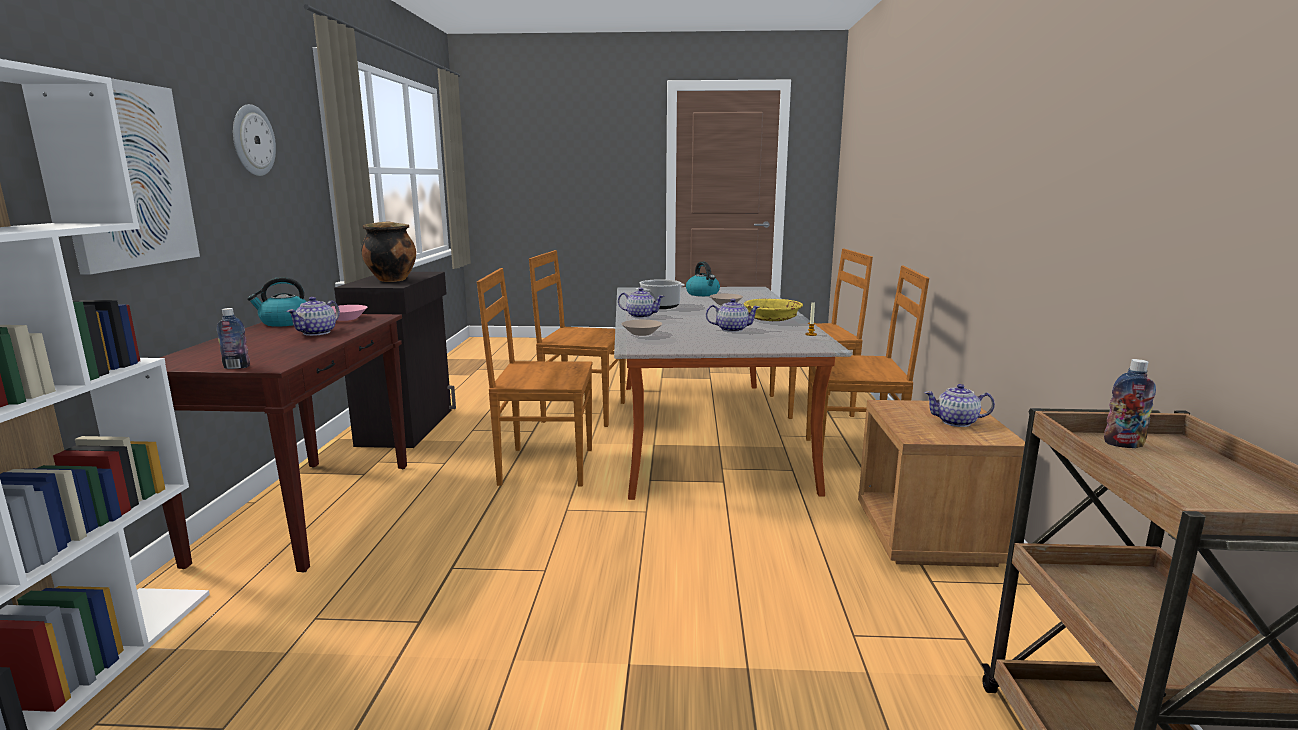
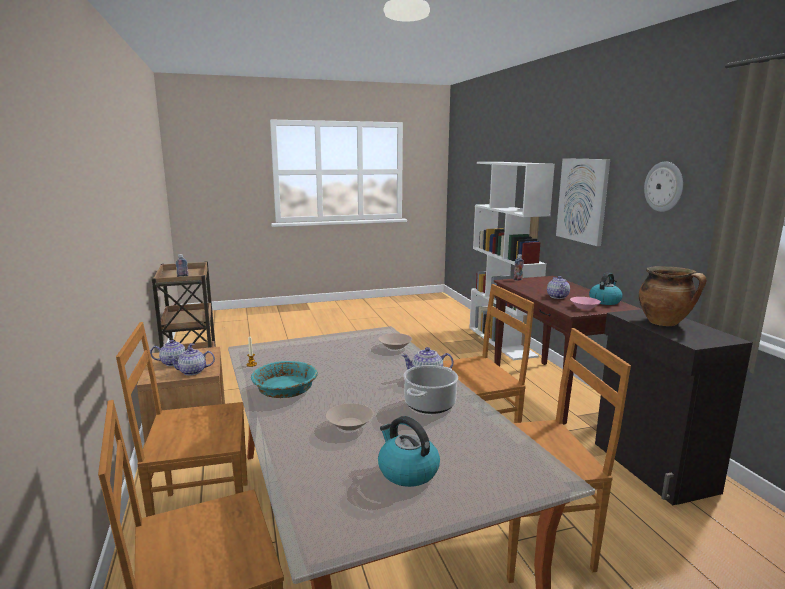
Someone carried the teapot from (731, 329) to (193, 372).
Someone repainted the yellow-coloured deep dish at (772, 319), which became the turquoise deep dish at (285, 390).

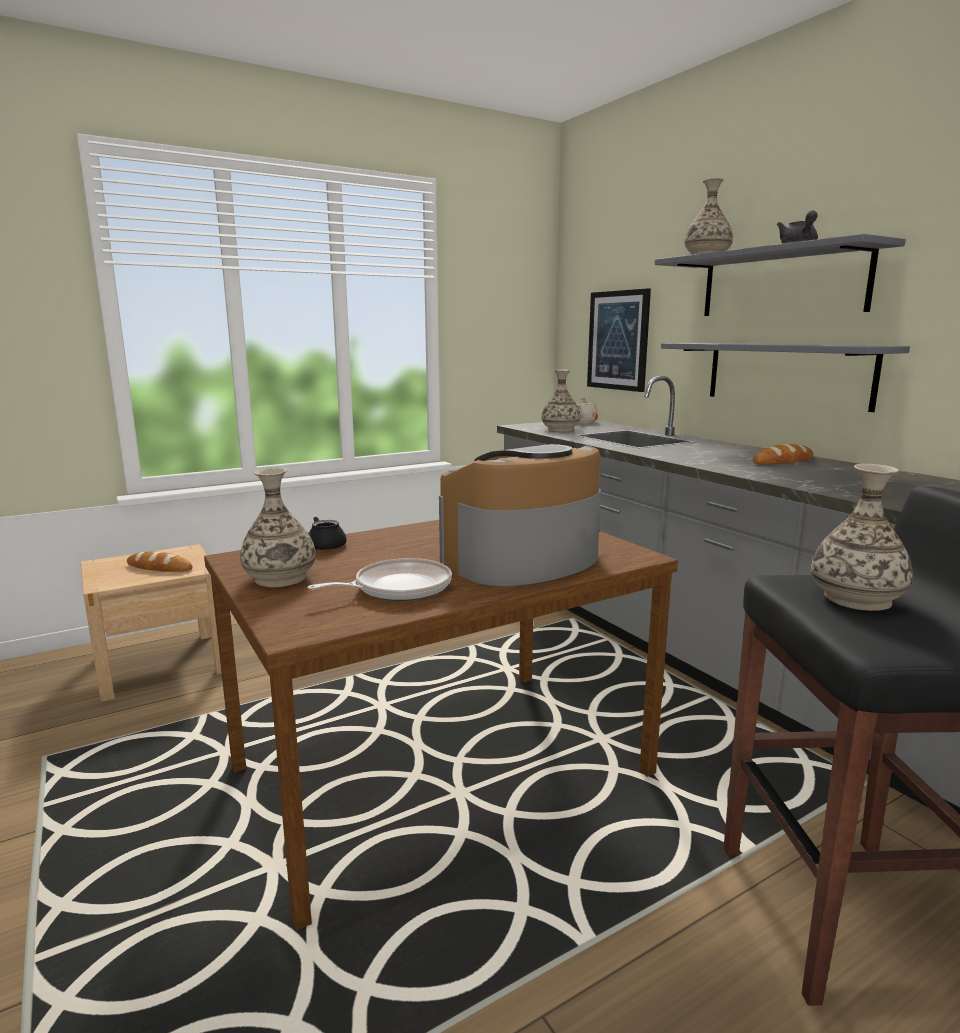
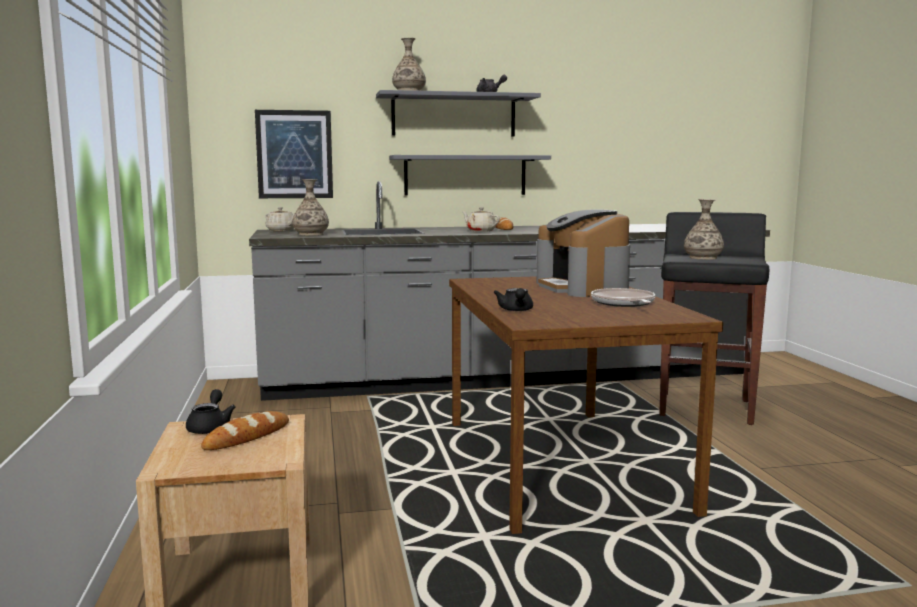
Someone took away the vase at (280, 578).
Someone put down the blackish teapot at (210, 427).
Someone put down the beige-coloured teapot at (480, 231).

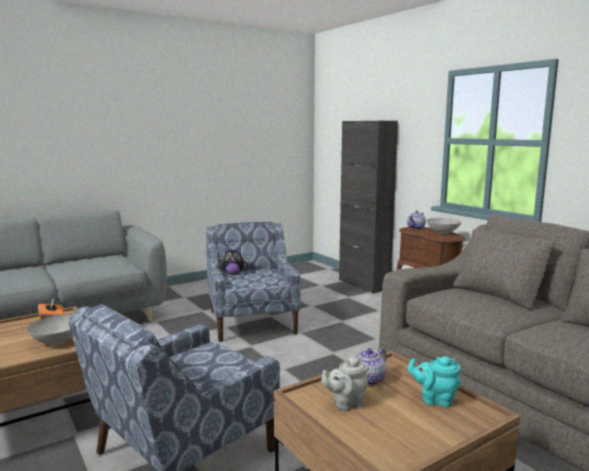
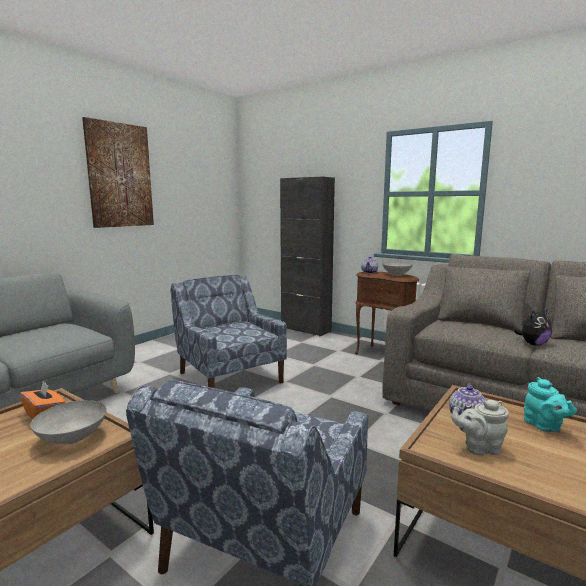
Someone put up the wall art at (120, 175).
Someone carried the plush toy from (233, 273) to (533, 344).
Someone rotated the gray teapot at (346, 403) by 45 degrees clockwise.
Someone rotated the turquoise teapot at (435, 399) by 105 degrees counterclockwise.

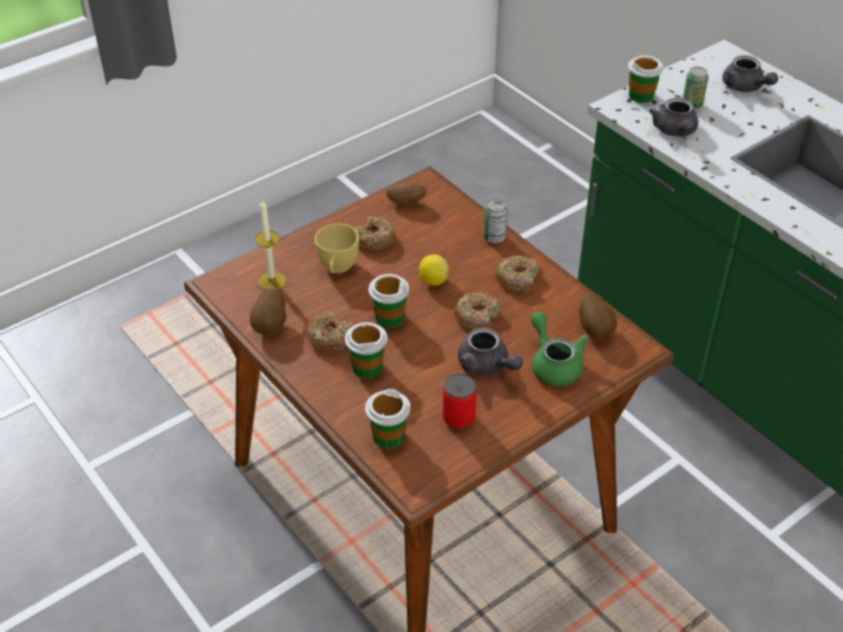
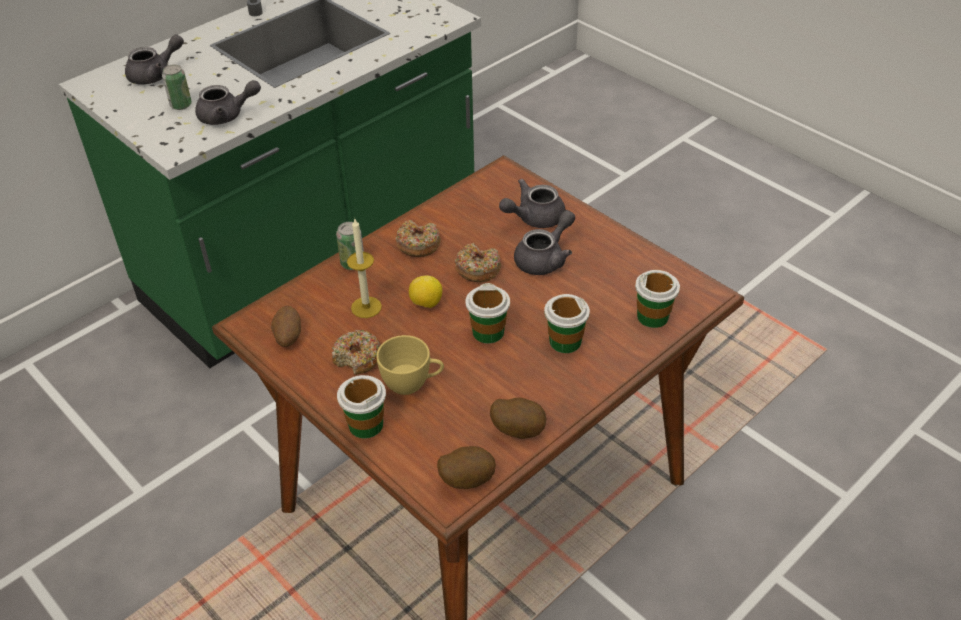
Someone took away the ring doughnut at (329, 338).
Someone took away the sealed can at (458, 418).
Someone carried the wax candle from (272, 281) to (366, 307).
Someone carried the spud from (596, 330) to (466, 480).
Someone carried the small cup from (641, 95) to (365, 424).
Someone repainted the green teapot at (554, 364), which became the gray teapot at (533, 218).

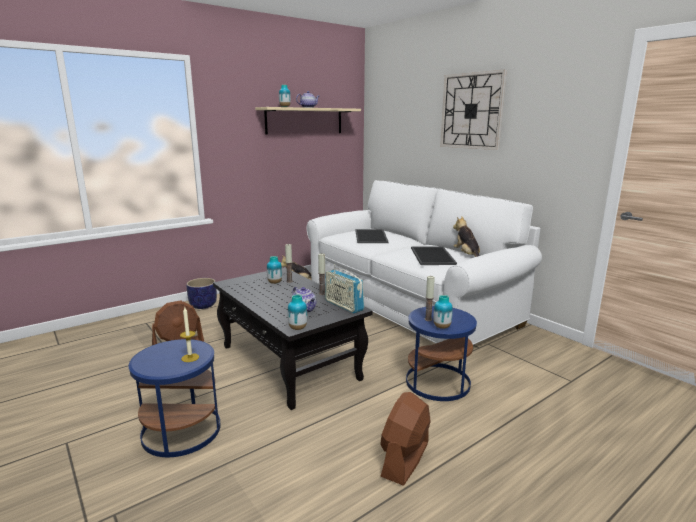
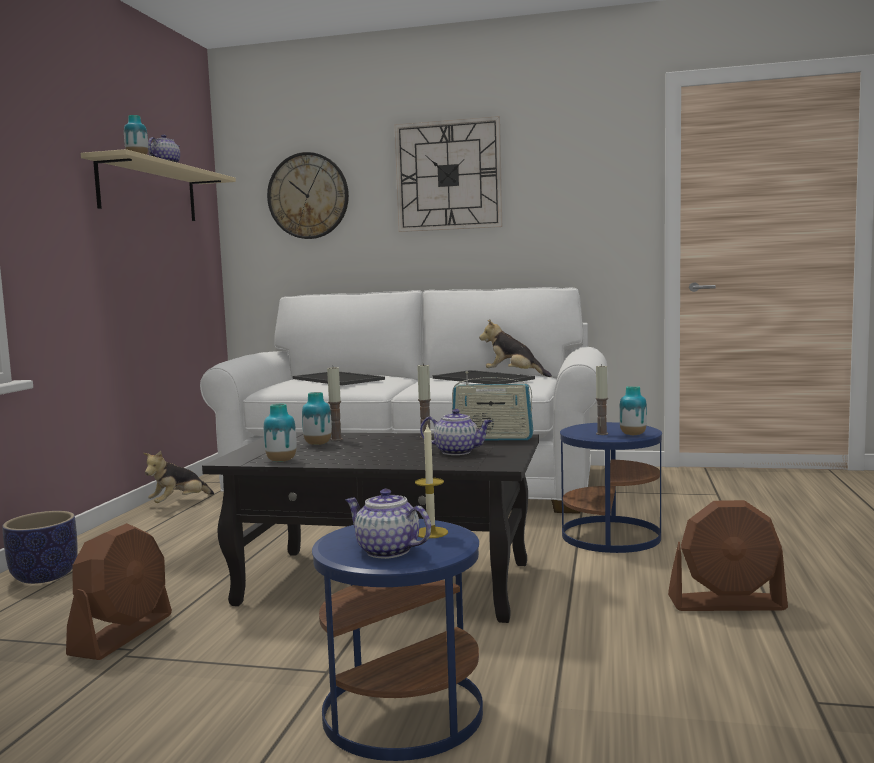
Someone put up the clock on the wall at (308, 196).
Someone put down the teapot at (386, 551).
Someone carried the vase from (297, 328) to (281, 461).
Someone rotated the brown fan at (405, 459) by 75 degrees counterclockwise.

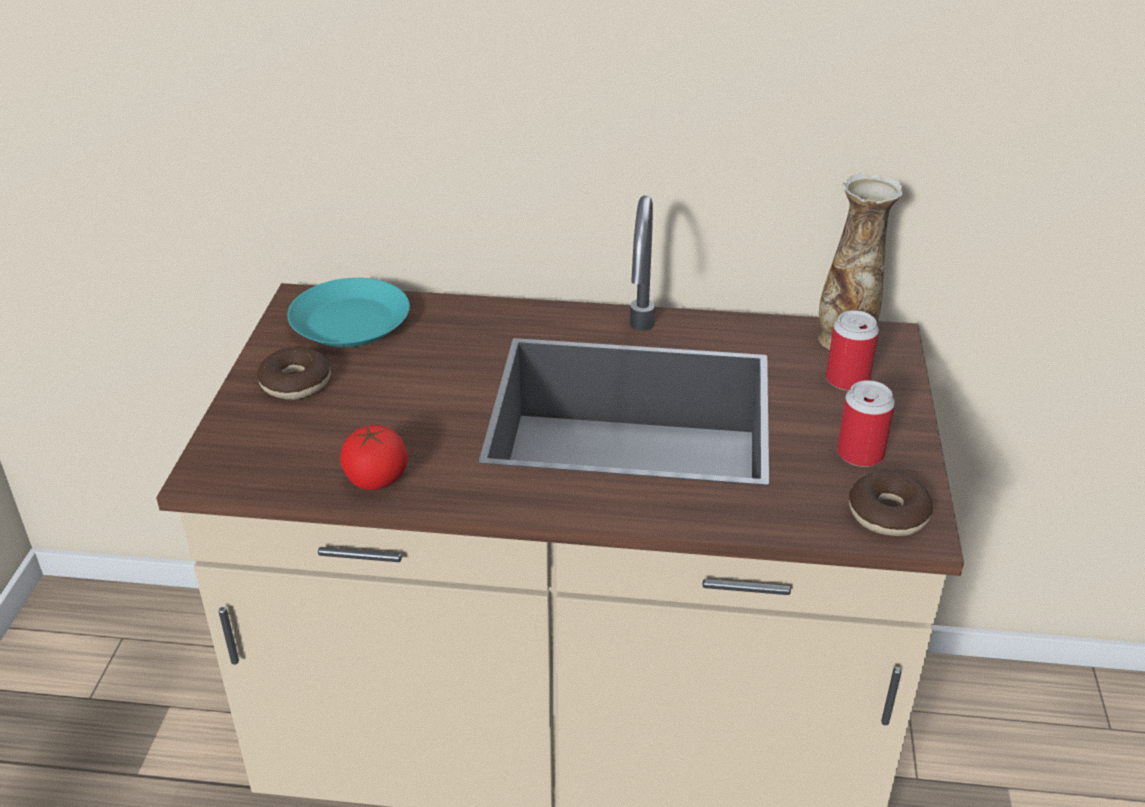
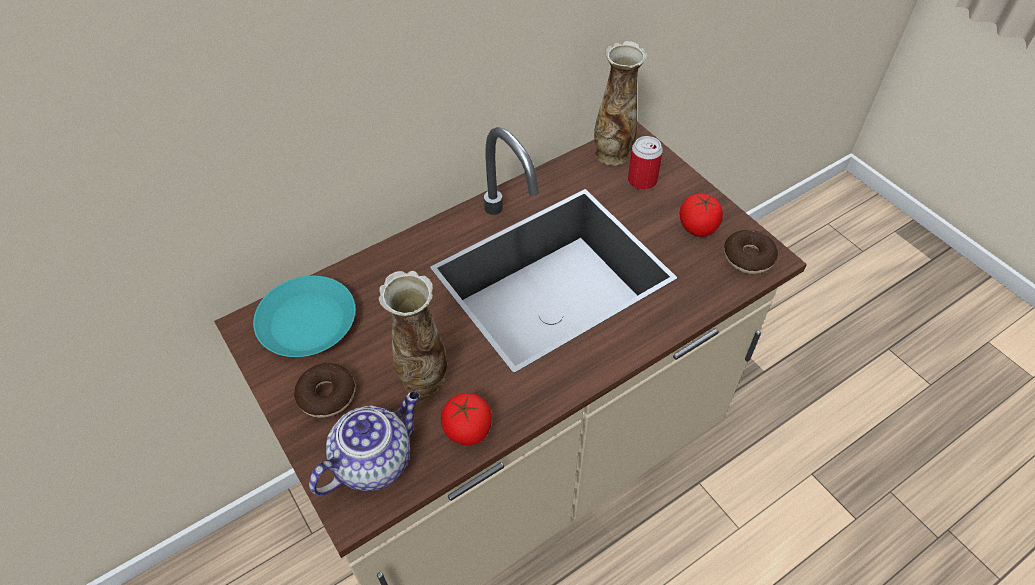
Someone put down the teapot at (374, 460).
Someone put down the vase at (423, 379).
Someone swapped the sealed can at (860, 454) for the fresh tomato at (697, 227).

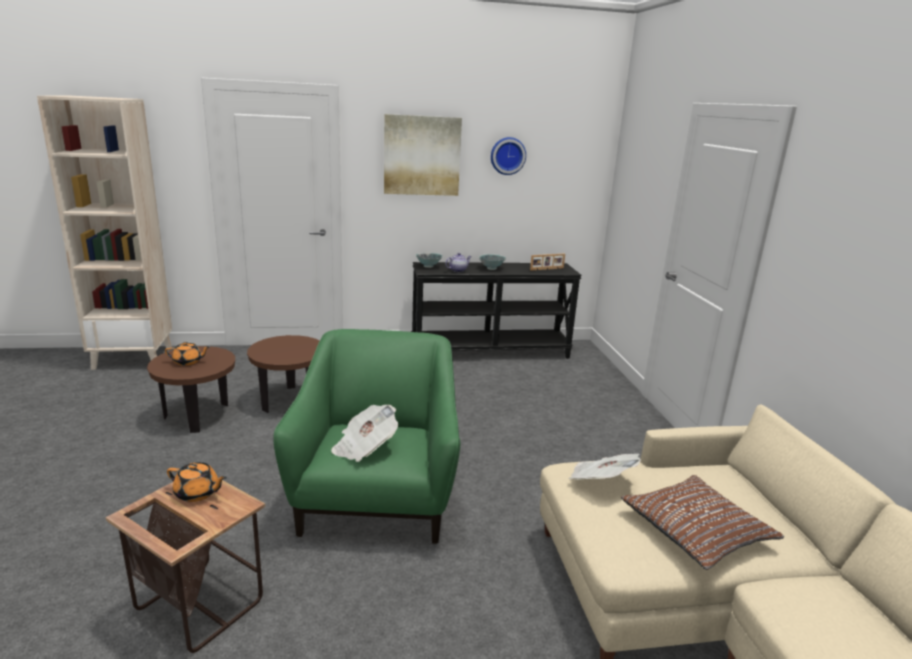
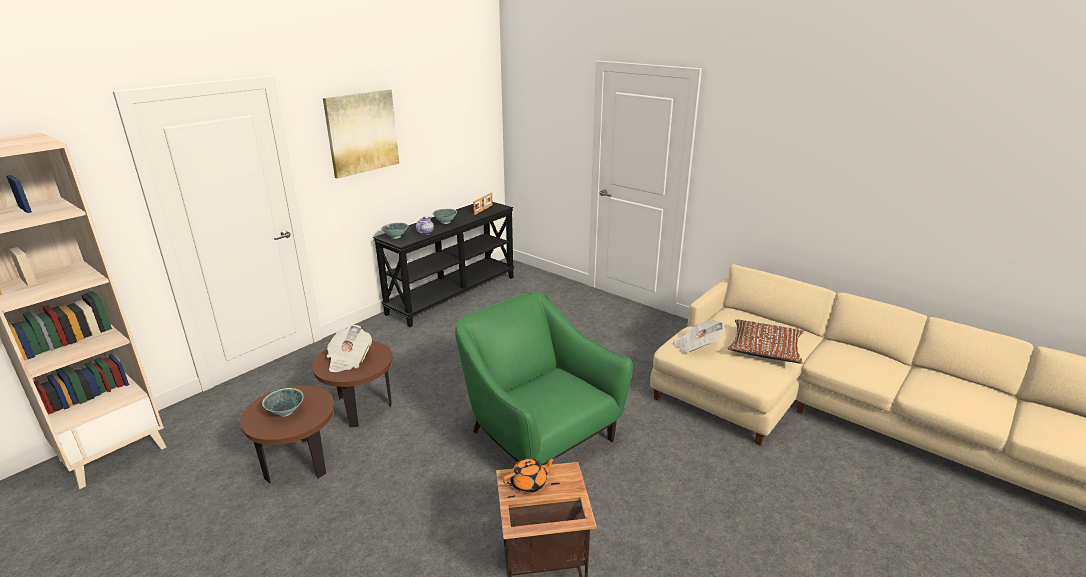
Someone took away the clock on the wall at (507, 155).
Someone carried the newspaper from (364, 447) to (349, 360).
Someone swapped the orange-coloured teapot at (188, 362) for the deep dish at (285, 412).

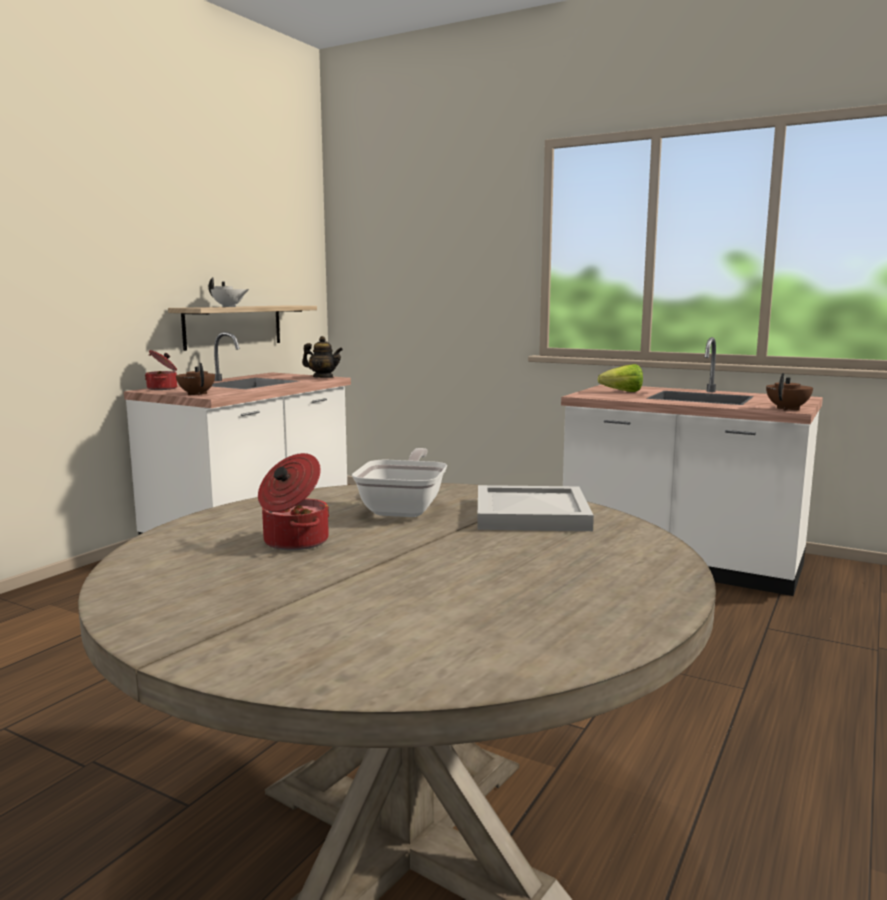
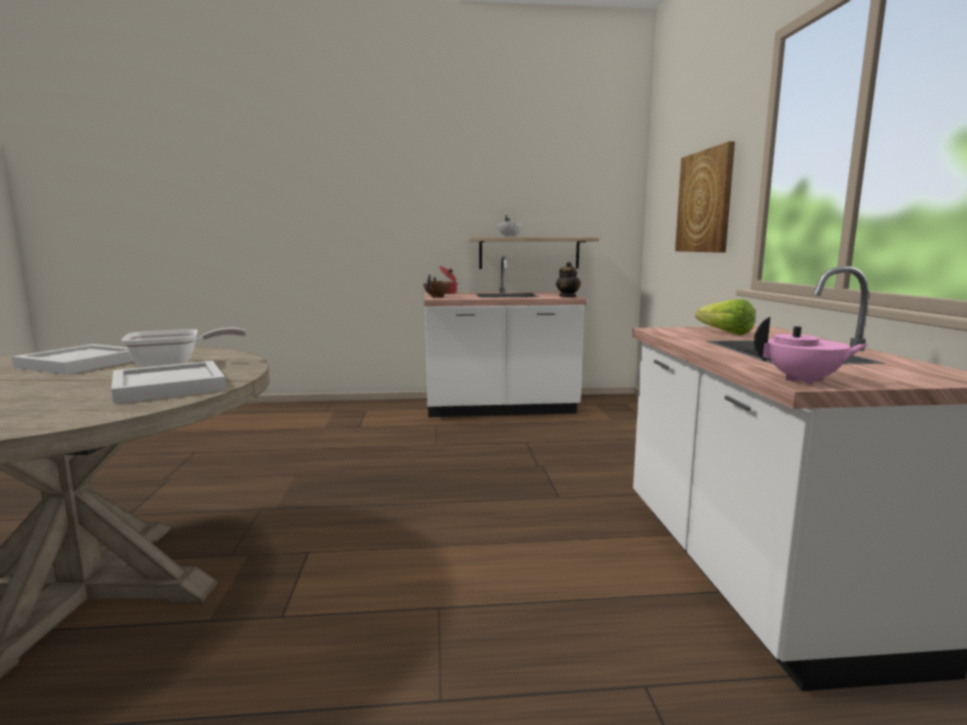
Someone put up the wall art at (705, 202).
Someone swapped the saucepot at (294, 542) for the white tray at (79, 363).
Someone repainted the brown teapot at (788, 409), which became the pink teapot at (804, 380).

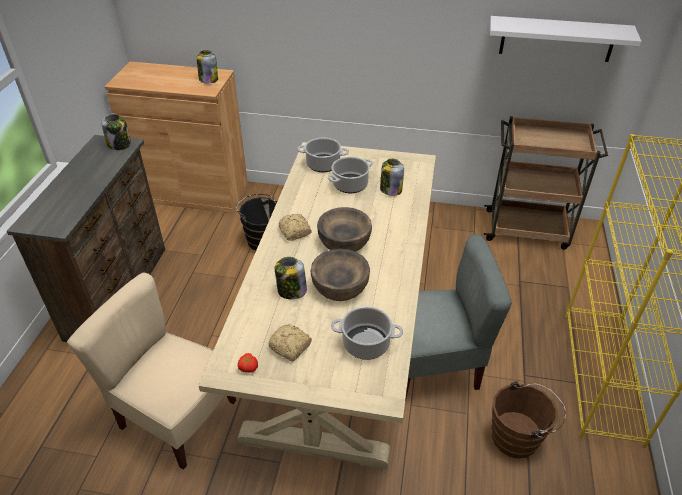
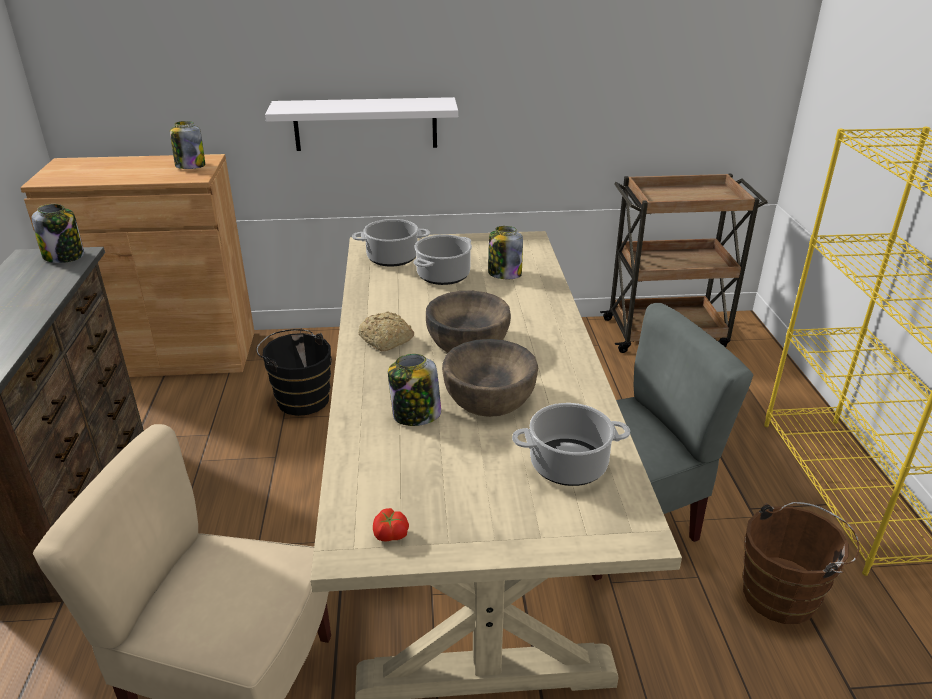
Someone took away the bakery bread at (290, 347).
Someone carried the white bracket shelf from (557, 39) to (365, 124).

